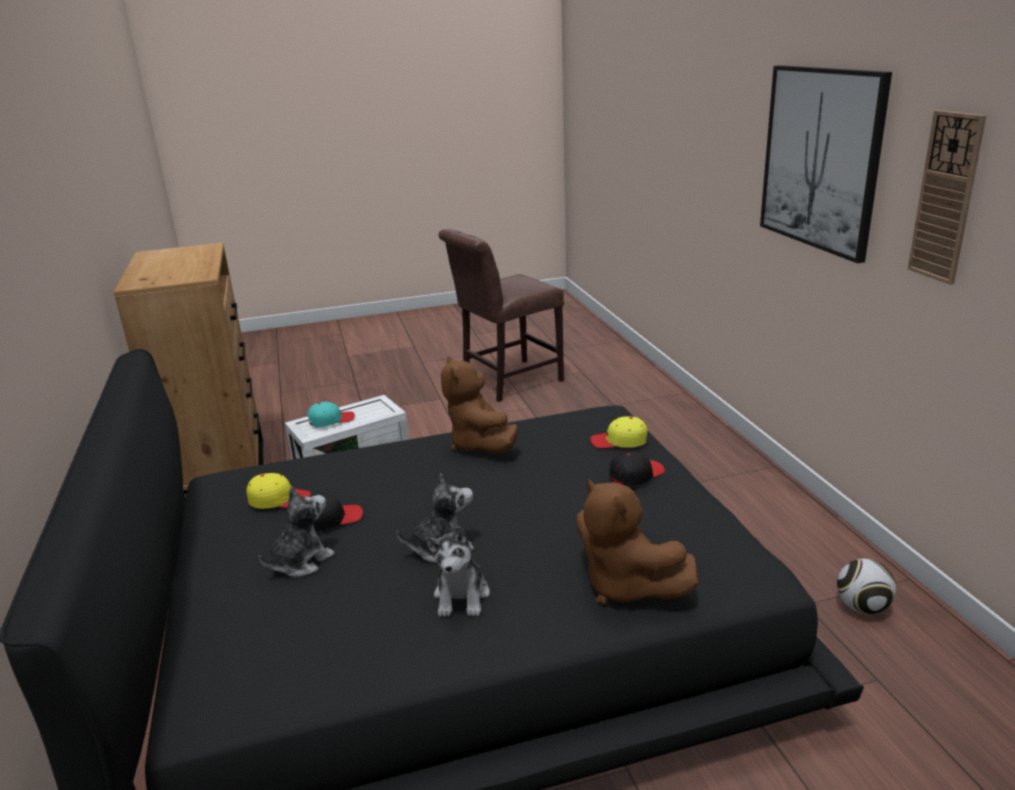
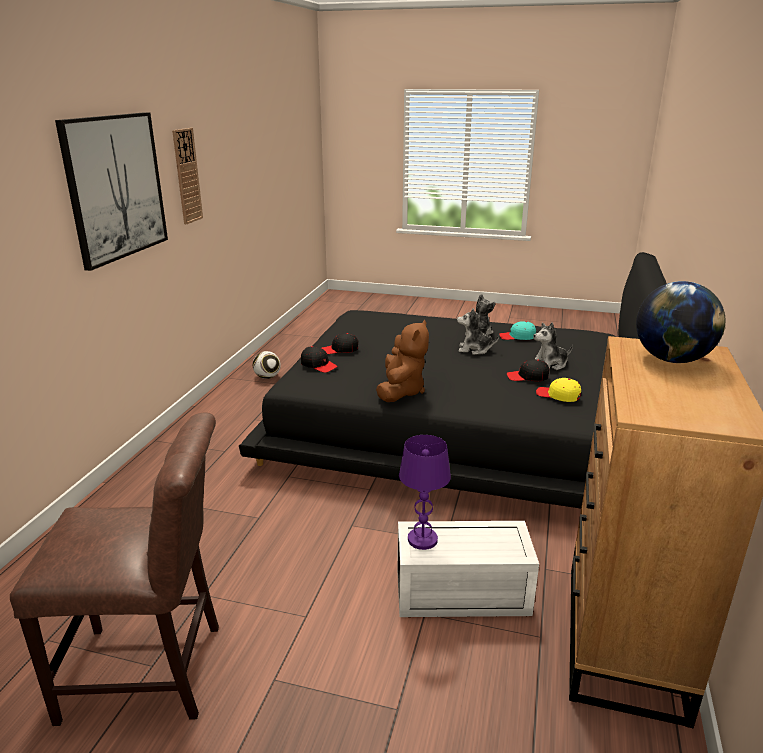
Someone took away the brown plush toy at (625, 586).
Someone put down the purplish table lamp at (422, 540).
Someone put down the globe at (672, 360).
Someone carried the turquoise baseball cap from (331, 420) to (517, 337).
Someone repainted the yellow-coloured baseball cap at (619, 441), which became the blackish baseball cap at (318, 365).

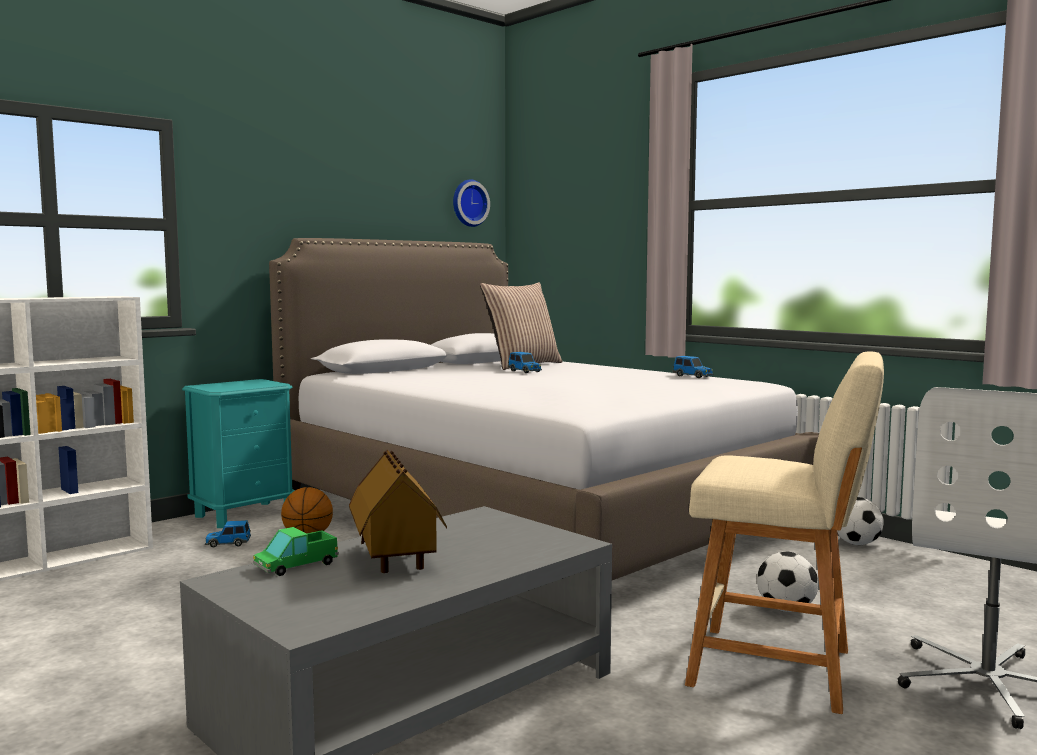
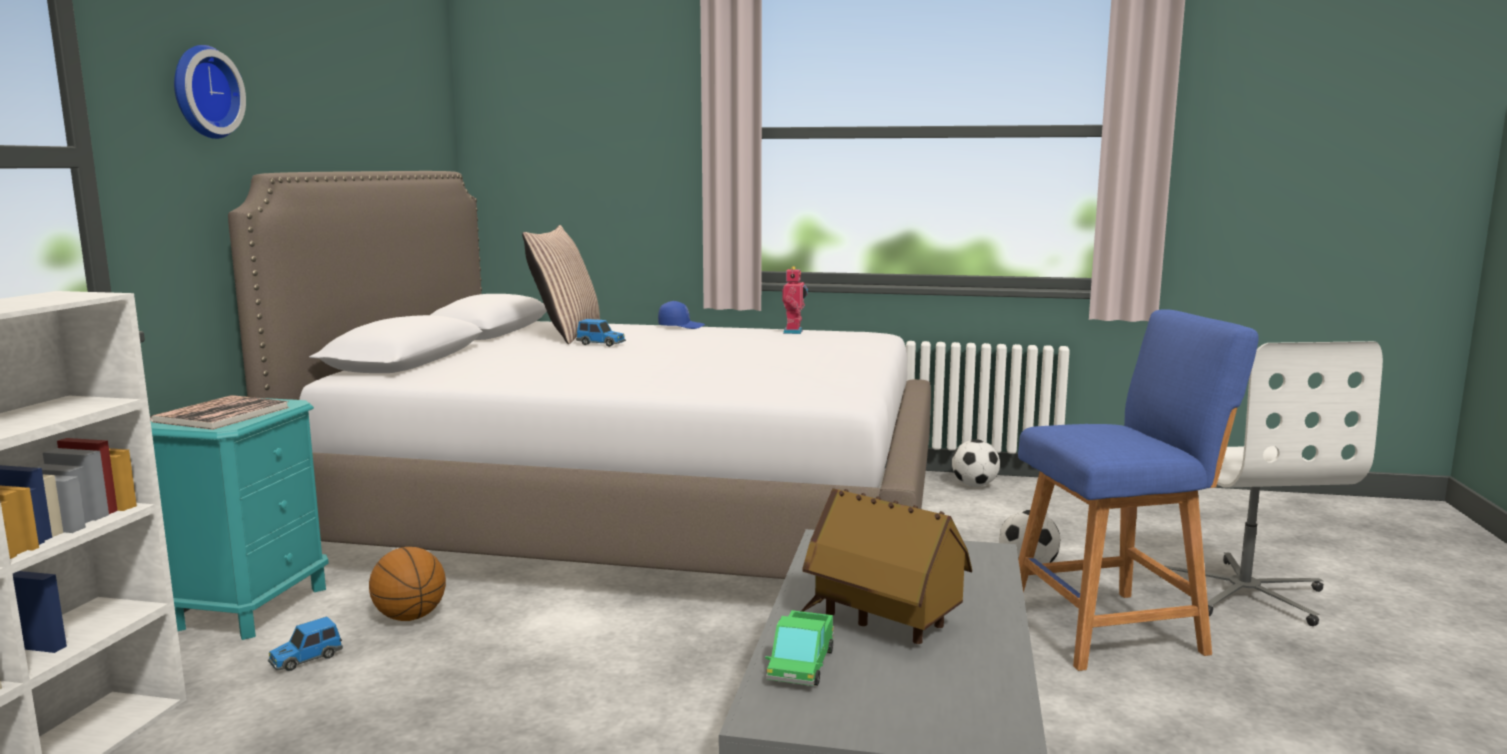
Someone put down the book at (222, 414).
Someone put down the blue-coloured baseball cap at (681, 326).
Someone carried the clock on the wall from (468, 203) to (202, 92).
Someone swapped the model car at (693, 376) for the model robot at (794, 332).
Someone repainted the beige-coloured stool seat at (780, 669), which became the blue-coloured stool seat at (1113, 628).

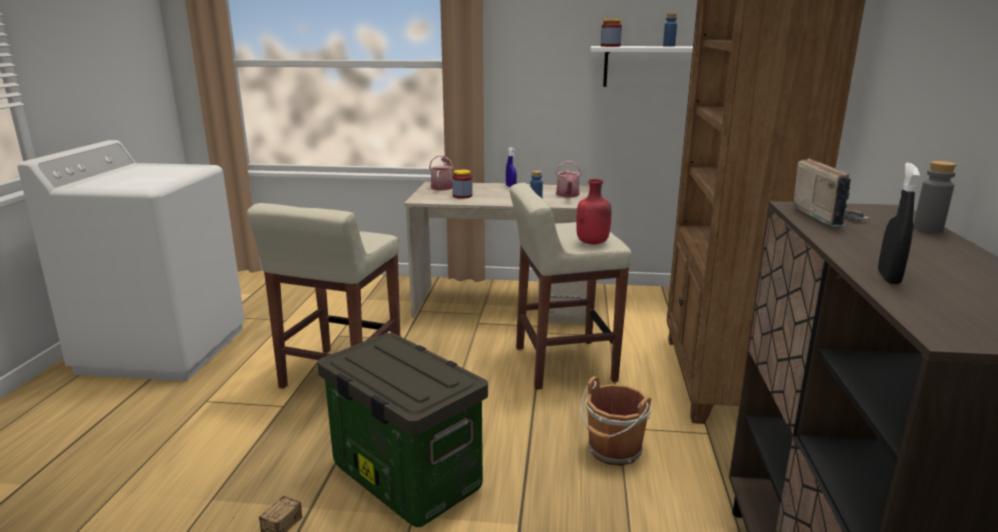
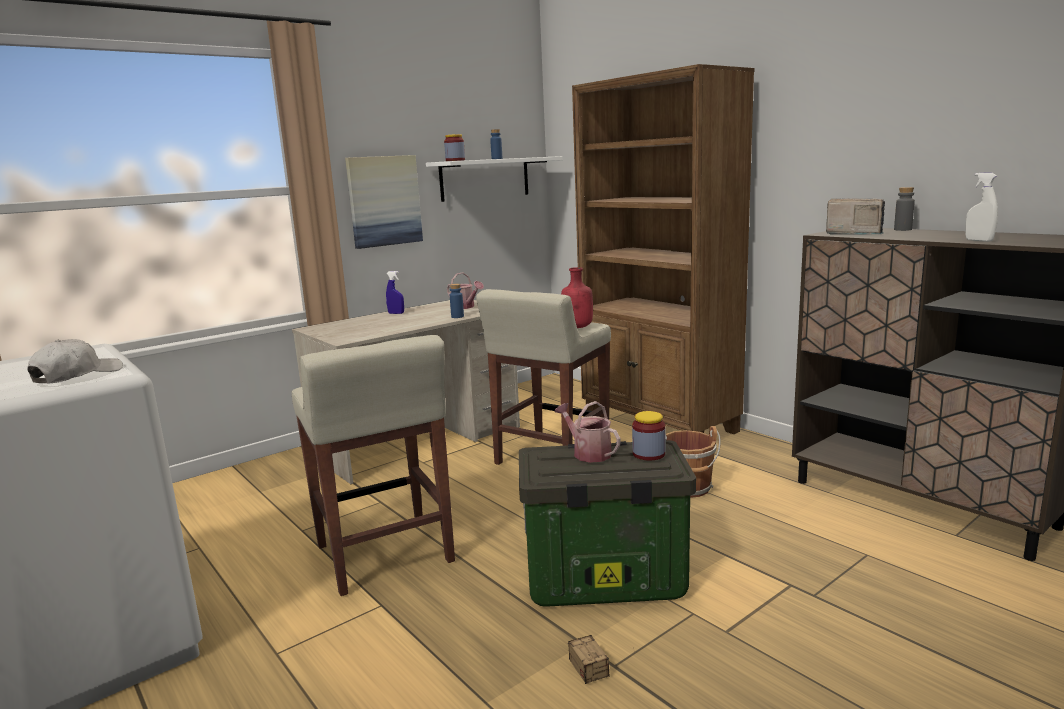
Someone put down the white baseball cap at (77, 376).
Someone put up the wall art at (384, 201).
Someone carried the watering pot from (442, 187) to (588, 453).
Someone carried the preserve jar from (462, 196) to (648, 454).
Someone repainted the blackish spray bottle at (888, 277), which became the white spray bottle at (979, 240).

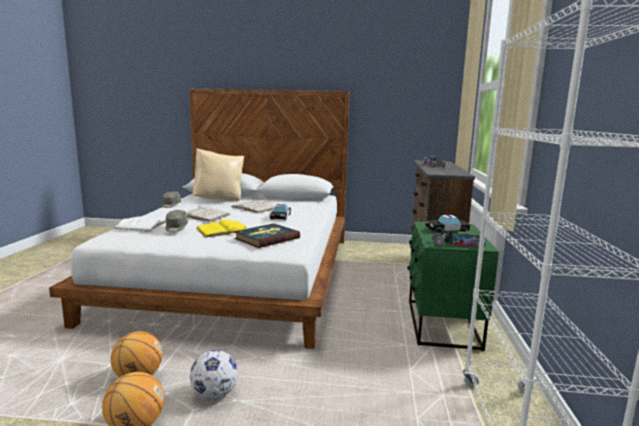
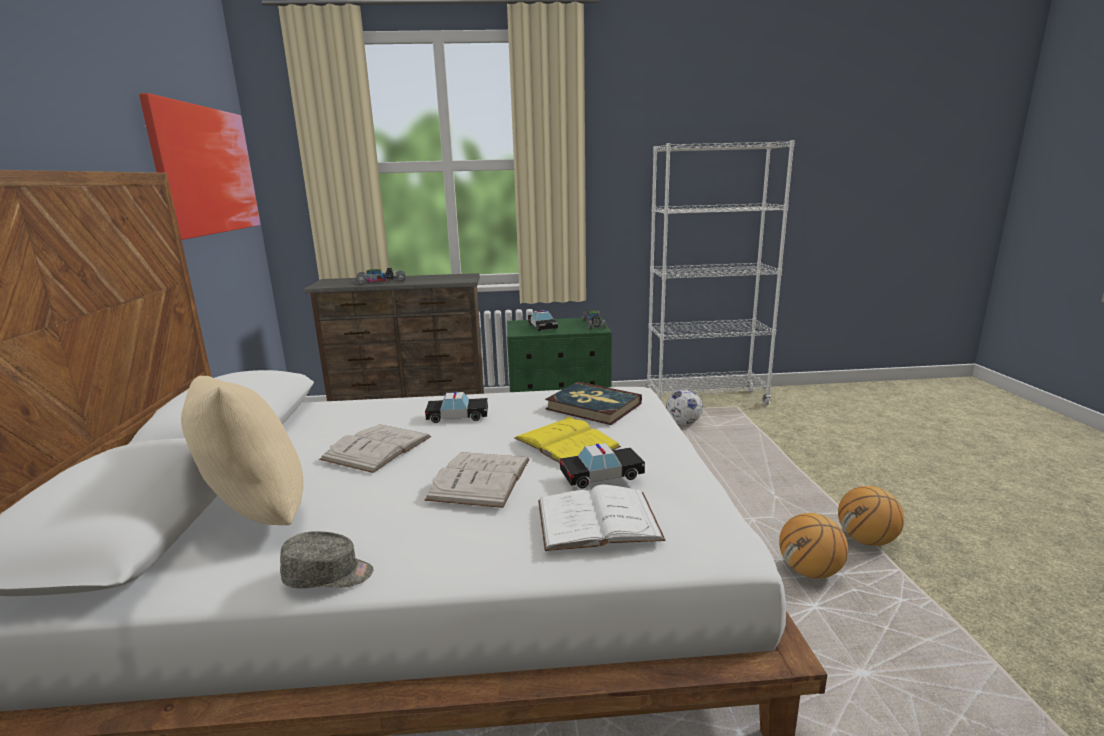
Someone put up the wall art at (205, 170).
Someone carried the football from (214, 395) to (683, 423).
Someone swapped the gray baseball cap at (176, 228) for the model car at (602, 475).

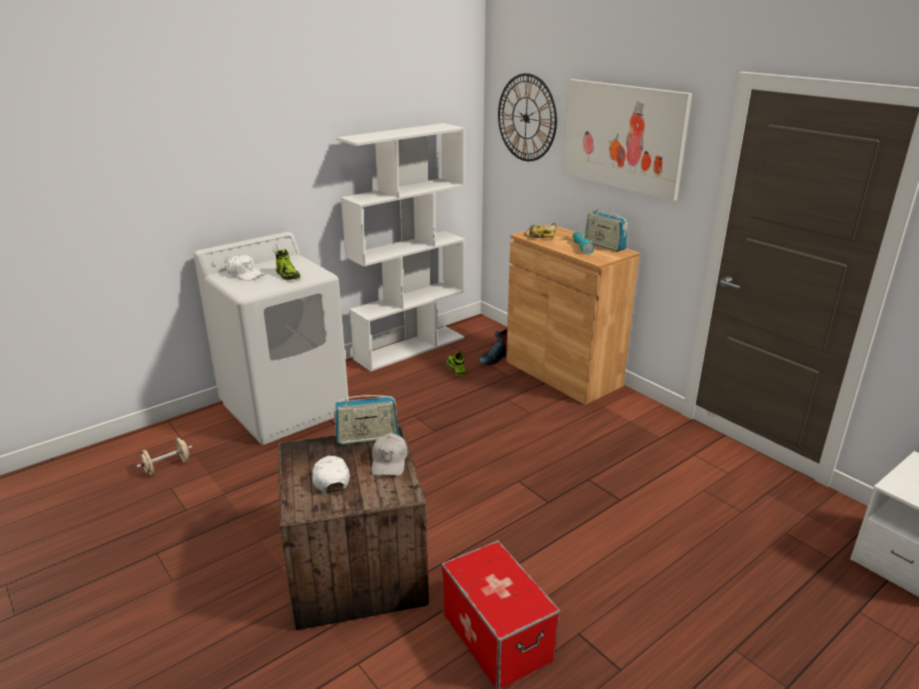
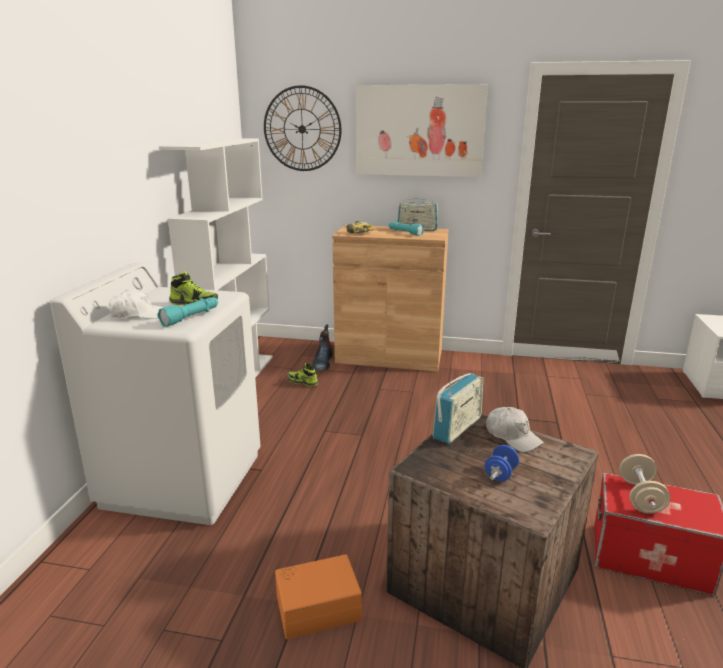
Someone put down the turquoise torch at (191, 317).
Someone put down the orange-coloured storage box at (317, 606).
Someone carried the beige-coloured free weight from (167, 466) to (640, 497).
Someone swapped the white baseball cap at (330, 479) for the blue-coloured free weight at (500, 474).

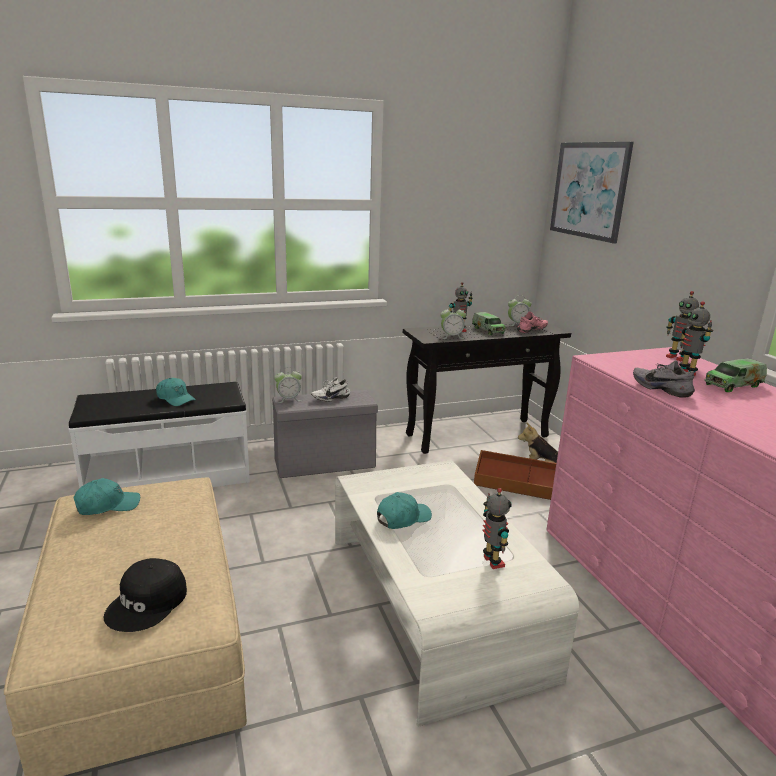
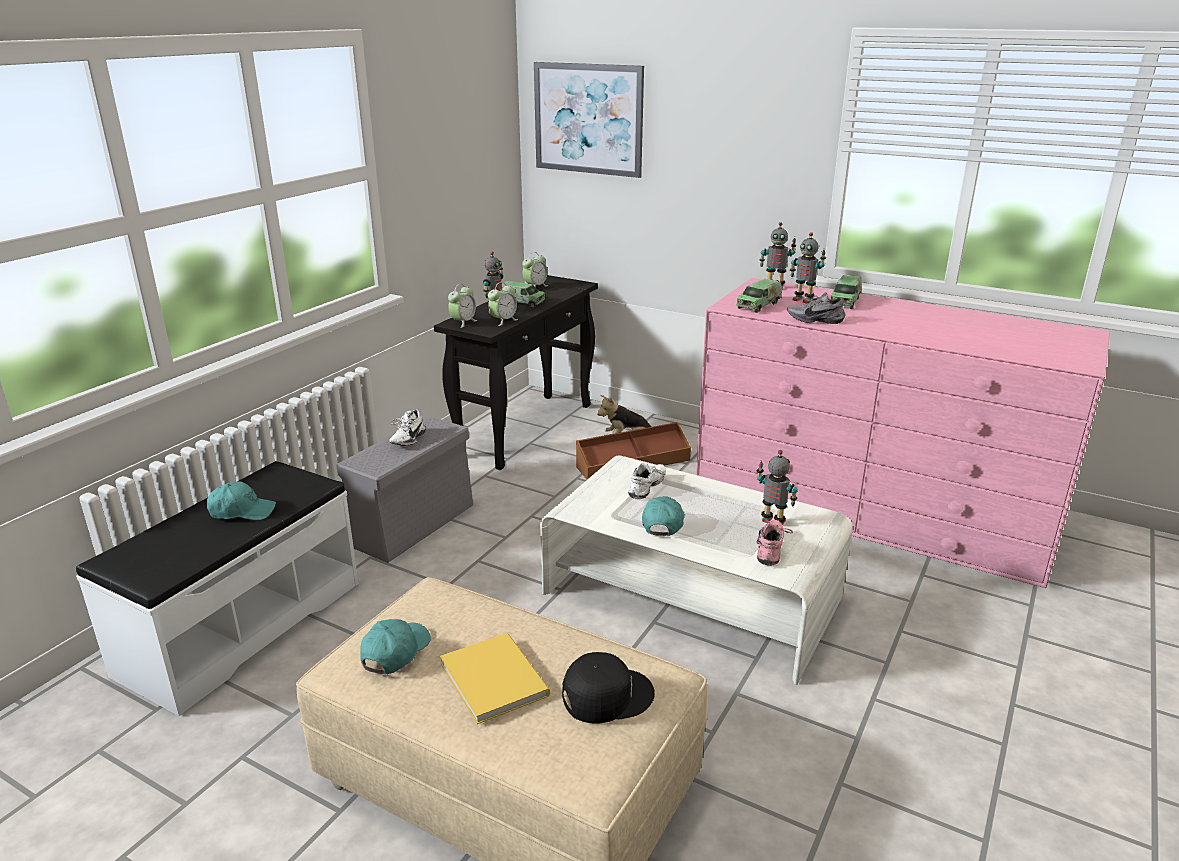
Someone put down the yellow-coloured book at (495, 676).
Someone put down the white shoe at (648, 488).
Someone put down the model truck at (759, 305).
Someone carried the alarm clock from (288, 399) to (463, 322).
Someone carried the pink shoe from (532, 330) to (772, 550).
Someone rotated the blackish baseball cap at (148, 603) by 90 degrees counterclockwise.

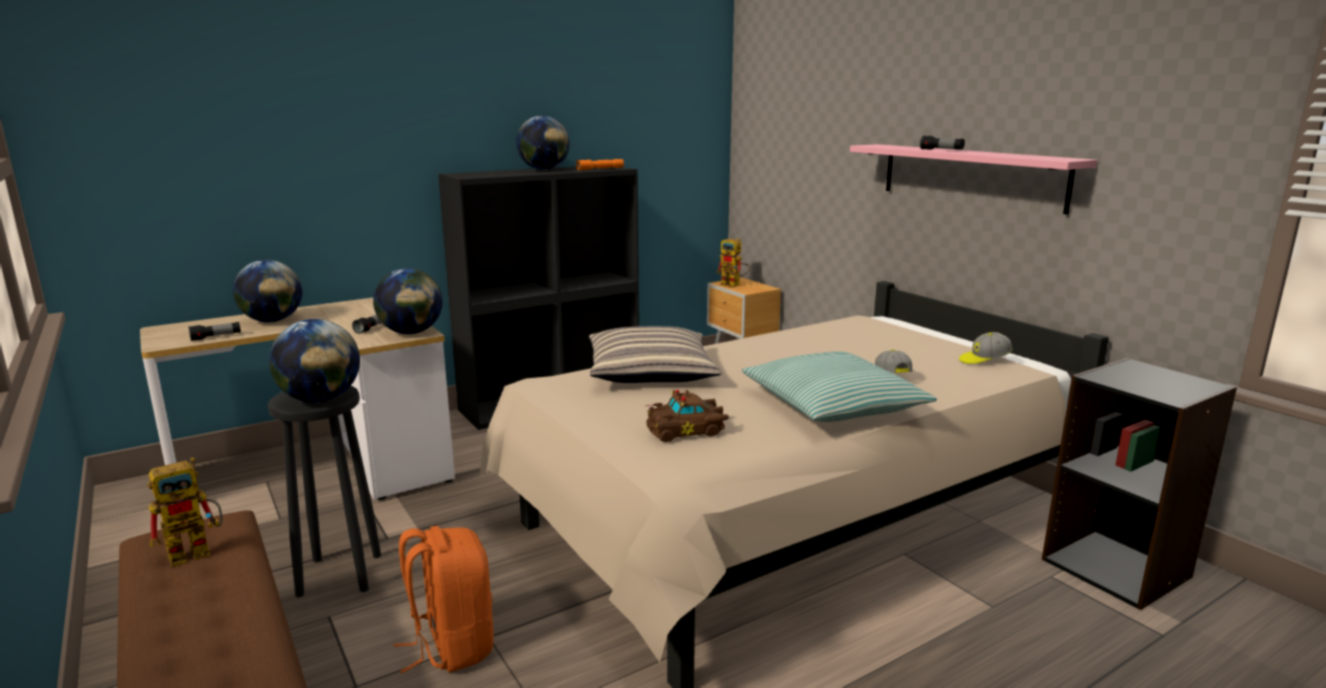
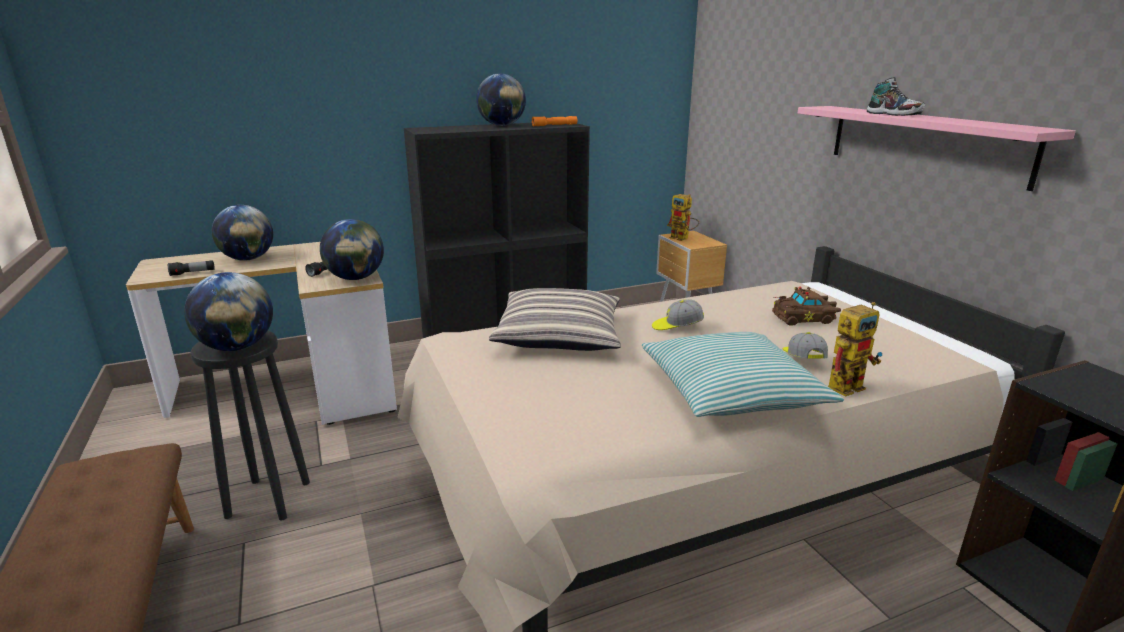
Someone took away the orange-coloured backpack at (451, 646).
Someone carried the model robot from (198, 550) to (848, 384).
Someone carried the brown model car from (687, 431) to (804, 318).
Someone carried the baseball cap from (984, 360) to (677, 326).
Someone swapped the torch at (941, 150) for the shoe at (893, 114).

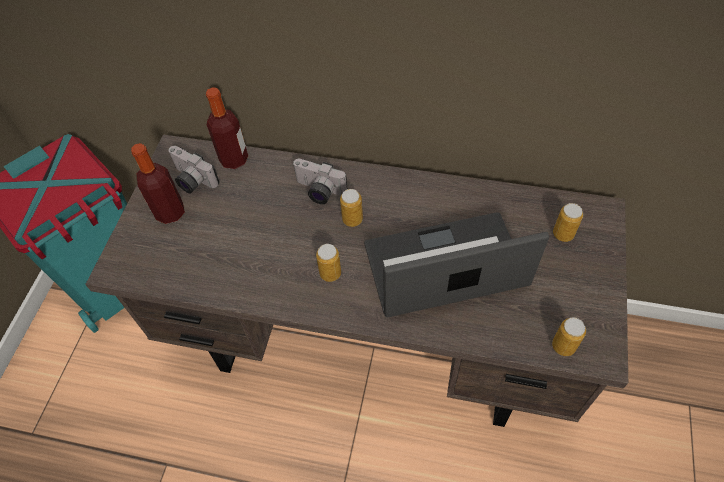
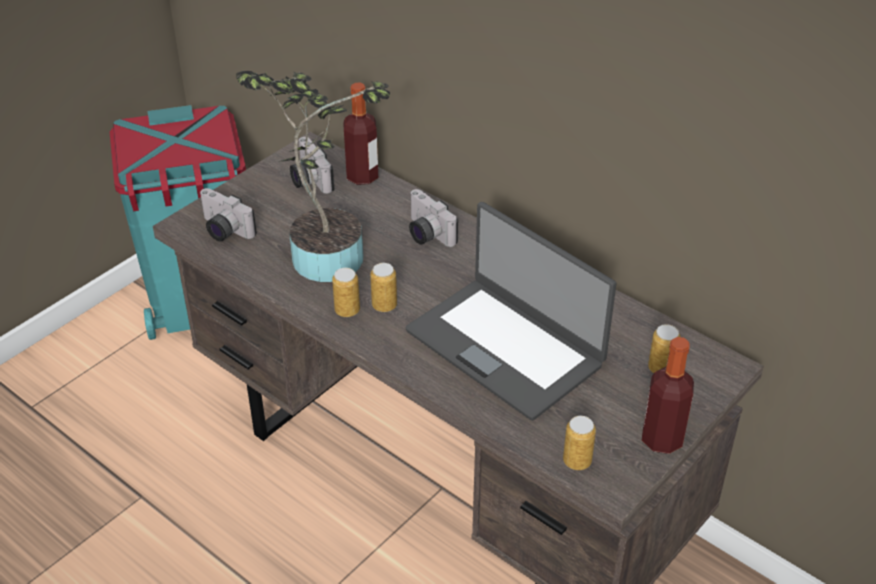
Someone put down the photo camera at (223, 230).
Someone put down the plant in a pot at (324, 253).
Someone carried the bottle from (170, 212) to (661, 439).
Someone carried the sealed can from (352, 219) to (347, 310).
Someone rotated the portable computer at (445, 267) by 150 degrees counterclockwise.

